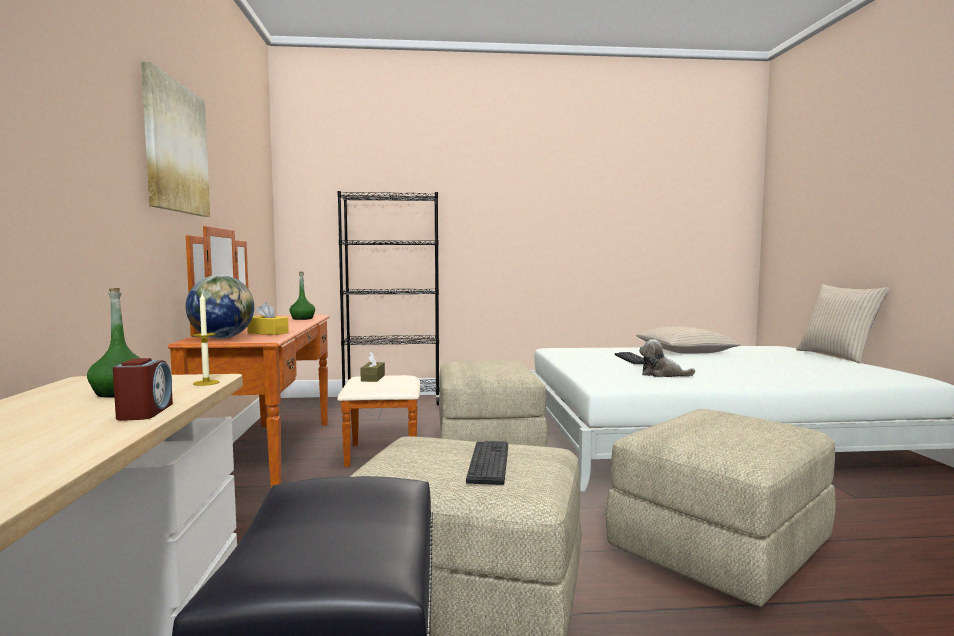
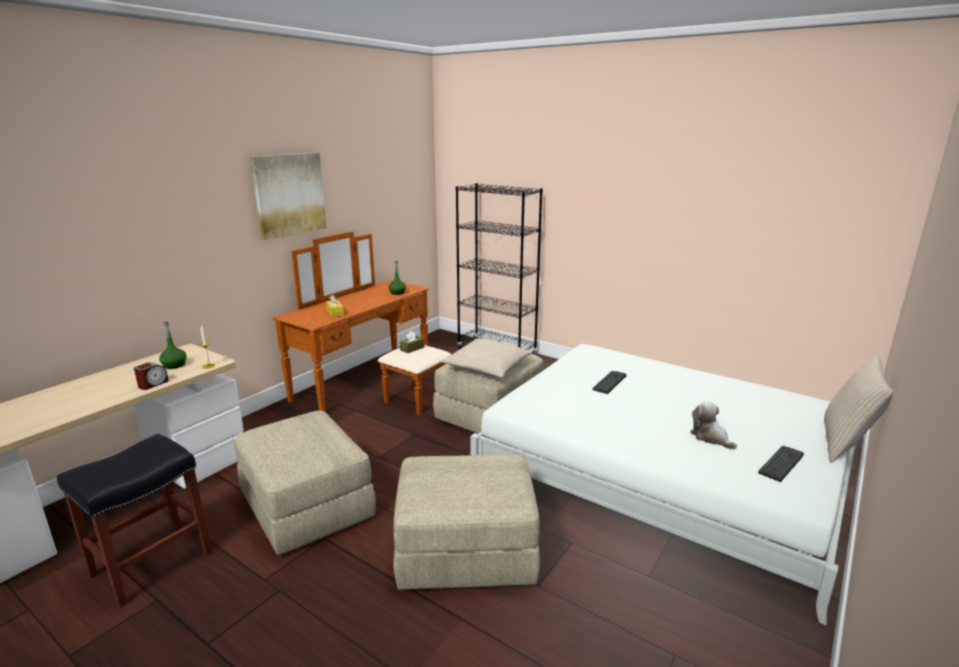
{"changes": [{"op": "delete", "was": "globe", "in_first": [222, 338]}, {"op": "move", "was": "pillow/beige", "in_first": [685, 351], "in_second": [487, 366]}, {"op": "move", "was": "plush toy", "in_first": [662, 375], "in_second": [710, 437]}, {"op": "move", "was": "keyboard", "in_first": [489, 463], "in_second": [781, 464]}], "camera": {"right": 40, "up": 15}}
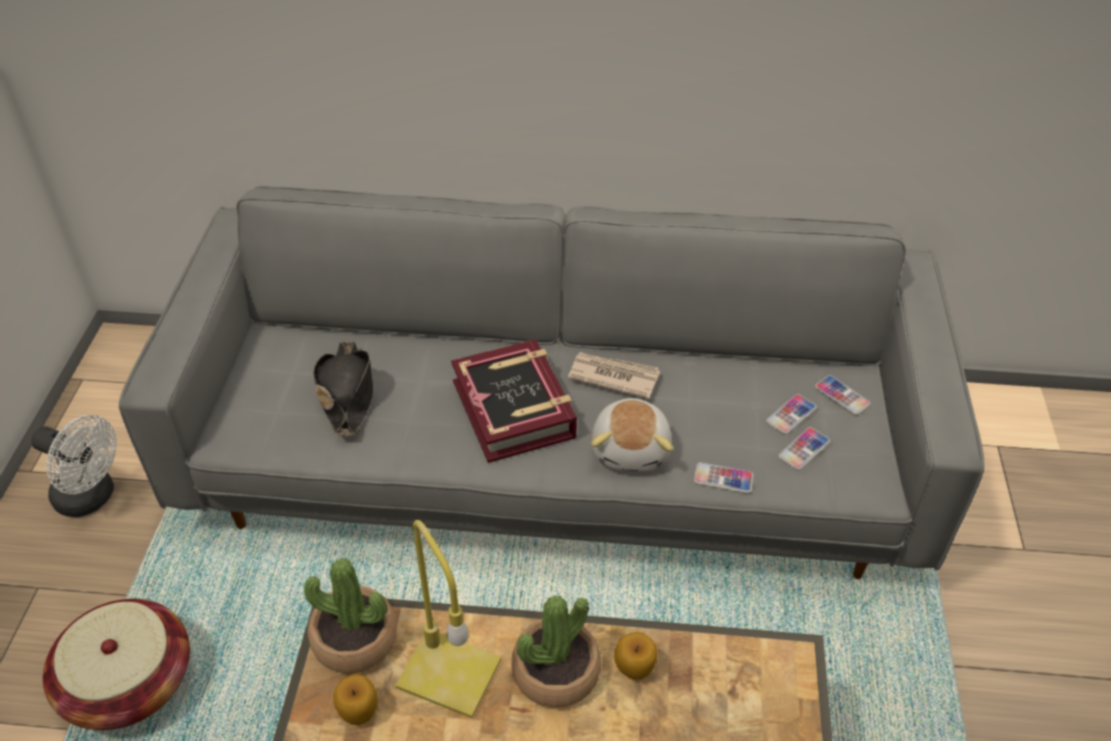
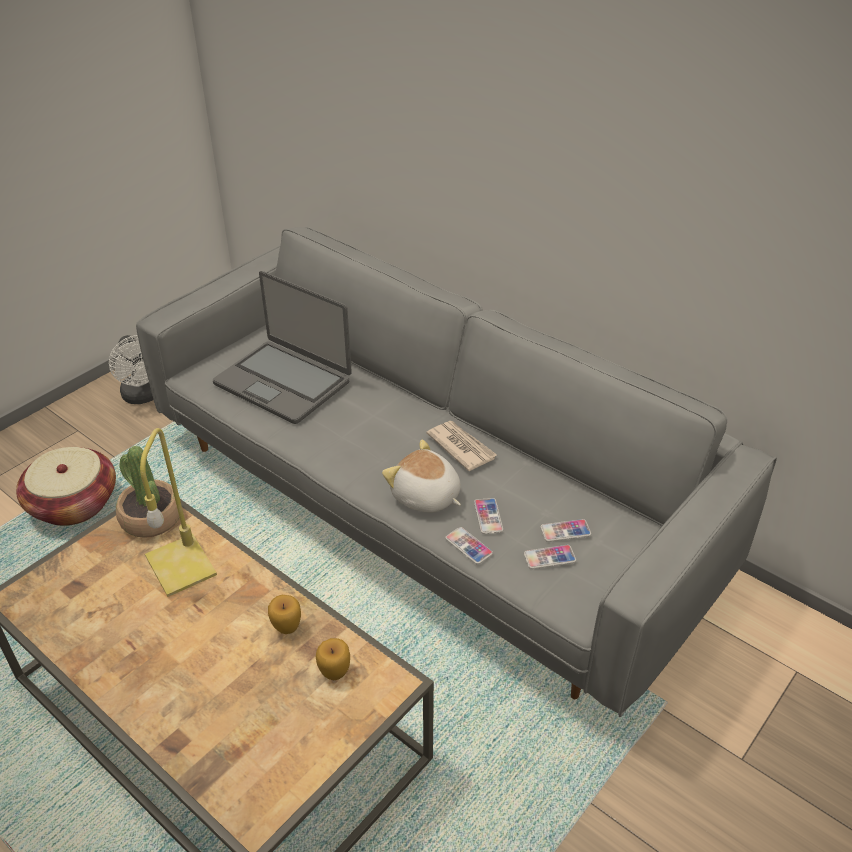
{"changes": [{"op": "delete", "was": "book", "in_first": [514, 409]}, {"op": "replace", "was": "hat/black", "now": "laptop", "in_first": [347, 394], "in_second": [283, 382]}, {"op": "move", "was": "phone", "in_first": [842, 396], "in_second": [488, 516]}, {"op": "rotate", "was": "plush toy", "in_first": [632, 449], "in_second": [425, 497], "clockwise": 90}, {"op": "delete", "was": "potted plant", "in_first": [556, 671]}, {"op": "move", "was": "apple", "in_first": [359, 713], "in_second": [334, 671]}], "camera": {"right": 35, "up": -5}}
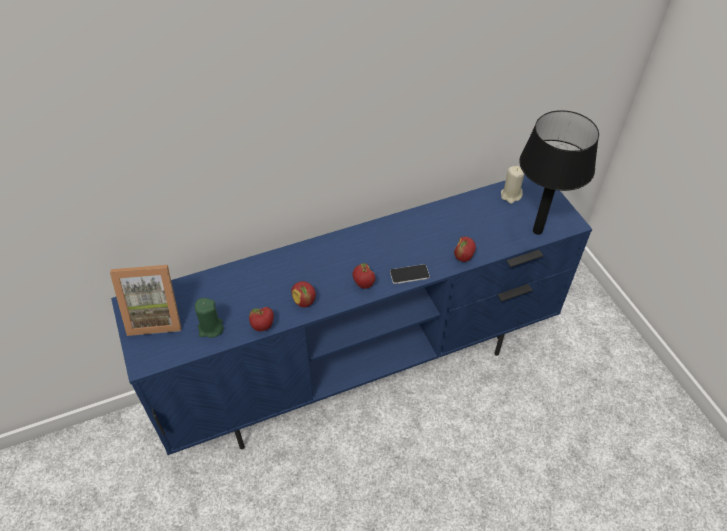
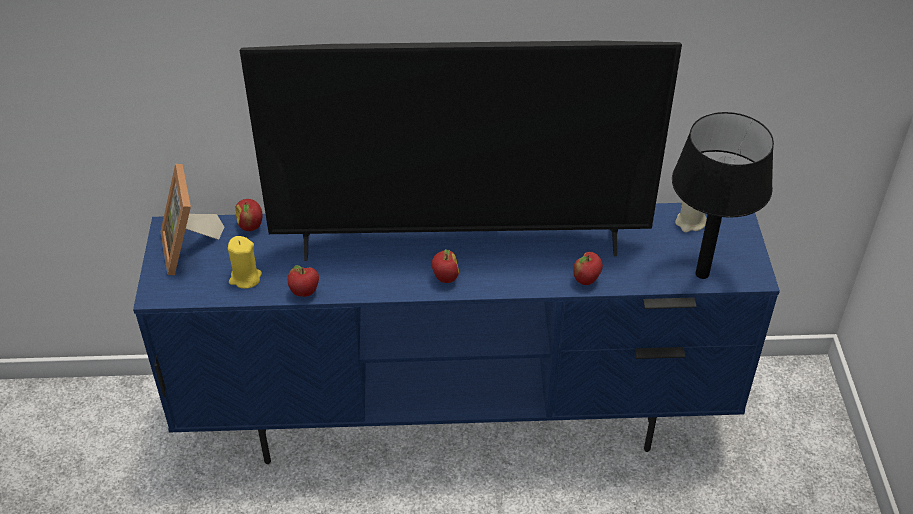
{"changes": [{"op": "delete", "was": "phone", "in_first": [409, 274]}, {"op": "rotate", "was": "picture frame", "in_first": [155, 316], "in_second": [191, 249], "clockwise": 60}, {"op": "move", "was": "apple", "in_first": [304, 302], "in_second": [251, 226]}, {"op": "recolor", "was": "candle/green", "now": "candle/yellow", "in_first": [210, 328], "in_second": [245, 278]}, {"op": "insert", "now": "television", "in_second": [460, 242]}], "camera": {"right": 20, "up": -5}}
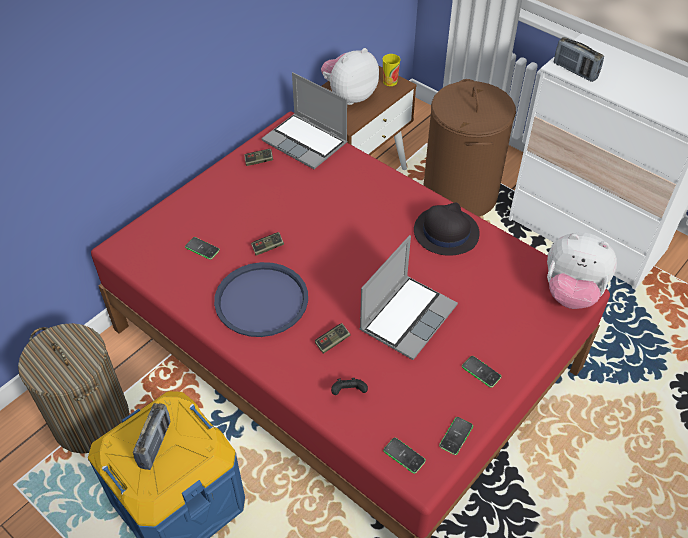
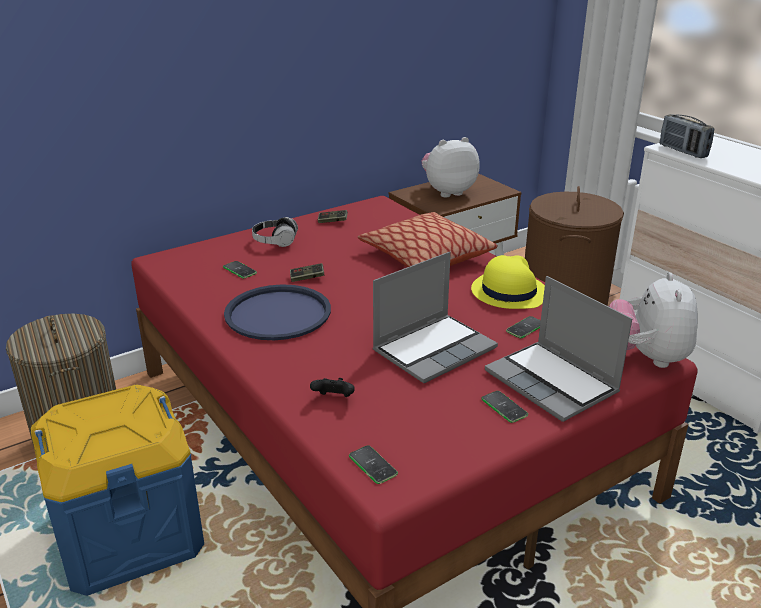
{"changes": [{"op": "delete", "was": "cup", "in_first": [390, 82]}, {"op": "move", "was": "laptop", "in_first": [306, 142], "in_second": [553, 382]}, {"op": "recolor", "was": "hat/black", "now": "hat/yellow", "in_first": [445, 232], "in_second": [508, 291]}, {"op": "rotate", "was": "plush toy", "in_first": [571, 292], "in_second": [645, 358], "clockwise": 60}, {"op": "delete", "was": "game controller", "in_first": [332, 342]}, {"op": "delete", "was": "radio", "in_first": [155, 444]}, {"op": "move", "was": "phone", "in_first": [456, 436], "in_second": [525, 328]}, {"op": "insert", "now": "pillow", "in_second": [426, 257]}, {"op": "insert", "now": "headphones", "in_second": [275, 242]}], "camera": {"right": 15, "up": -20}}
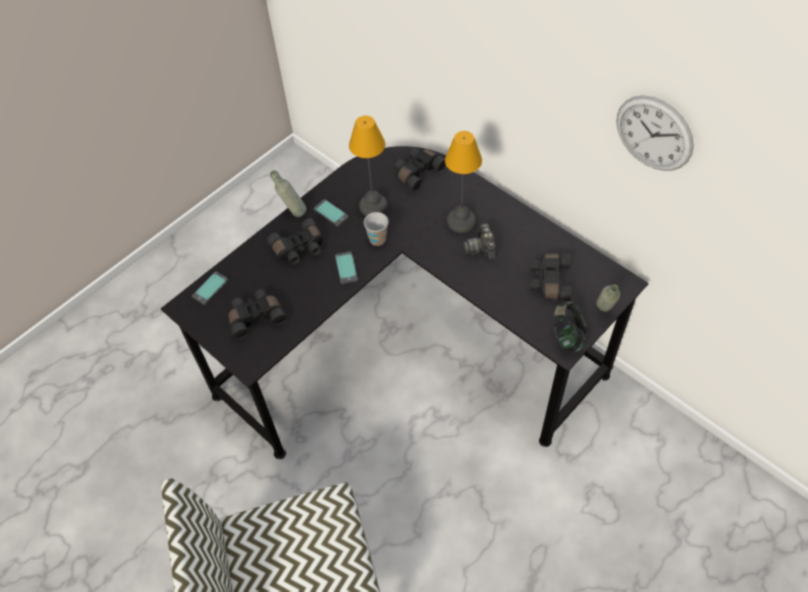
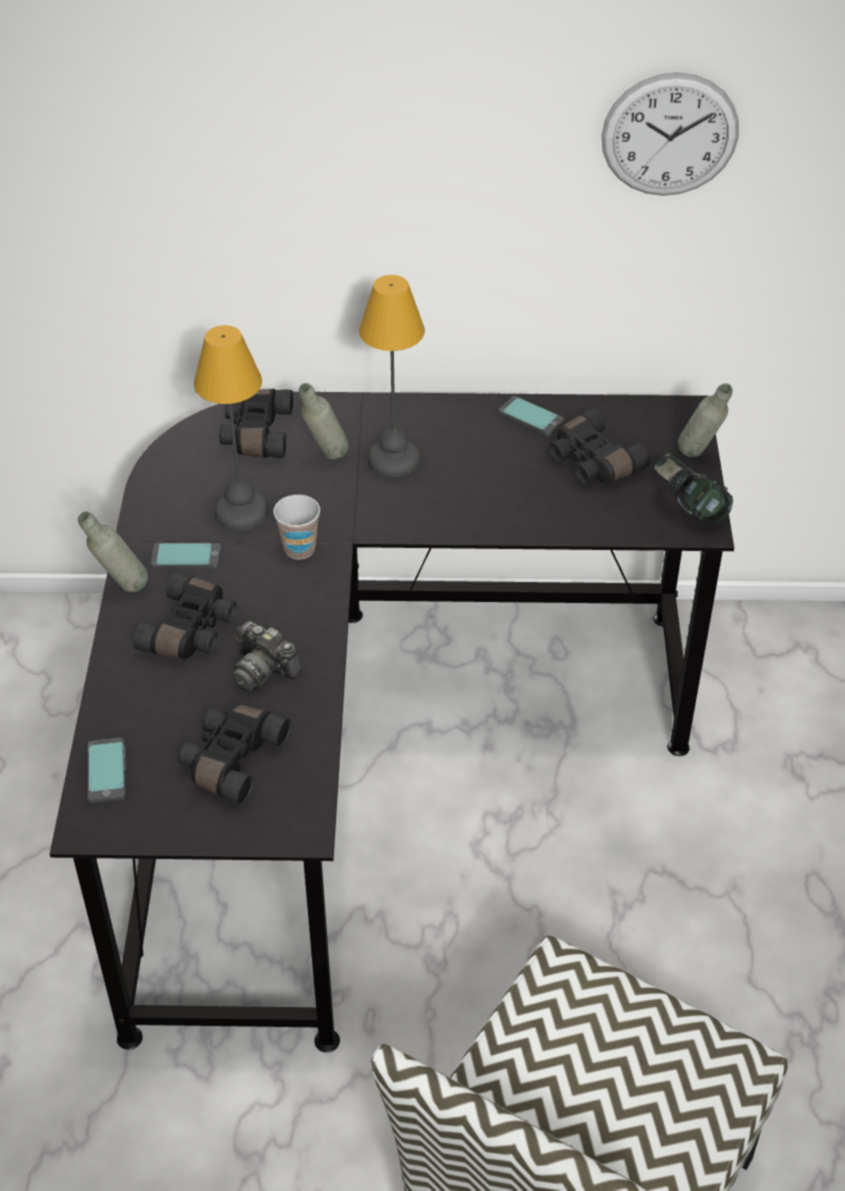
{"changes": [{"op": "move", "was": "photo camera", "in_first": [481, 248], "in_second": [262, 670]}, {"op": "move", "was": "phone", "in_first": [346, 268], "in_second": [531, 417]}, {"op": "insert", "now": "bottle/grey", "in_second": [325, 459]}], "camera": {"right": -45, "up": -10}}
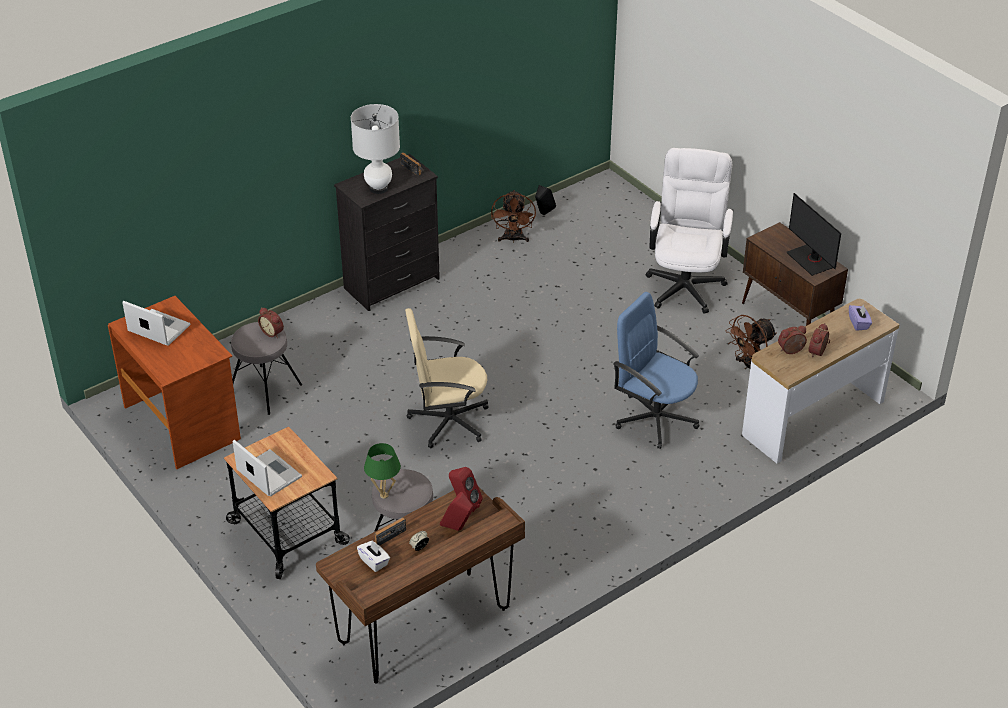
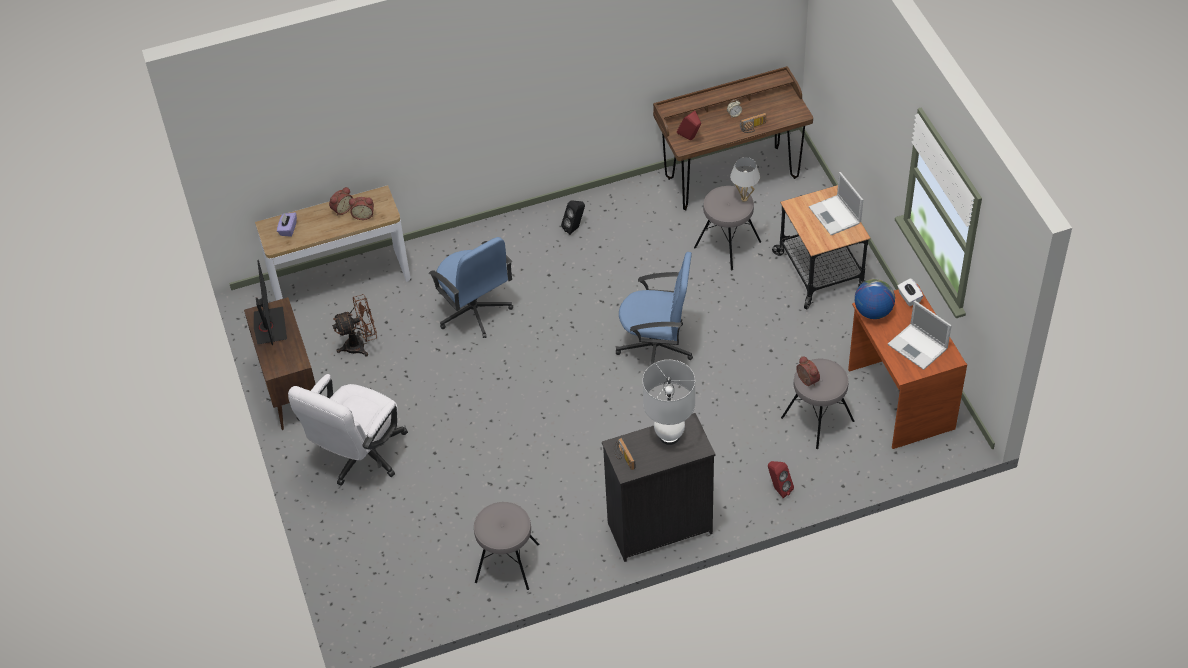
{"changes": [{"op": "move", "was": "speaker/black", "in_first": [543, 214], "in_second": [575, 228]}, {"op": "replace", "was": "fan/brown", "now": "stool/grey", "in_first": [513, 239], "in_second": [507, 563]}, {"op": "recolor", "was": "office chair/beige", "now": "office chair/blue", "in_first": [447, 421], "in_second": [656, 348]}, {"op": "recolor", "was": "table lamp/green", "now": "table lamp/white", "in_first": [384, 495], "in_second": [744, 199]}, {"op": "move", "was": "speaker/red", "in_first": [458, 529], "in_second": [778, 489]}, {"op": "move", "was": "tissue box/white", "in_first": [374, 561], "in_second": [909, 298]}, {"op": "insert", "now": "globe", "in_second": [873, 311]}], "camera": {"right": -160, "up": 10}}
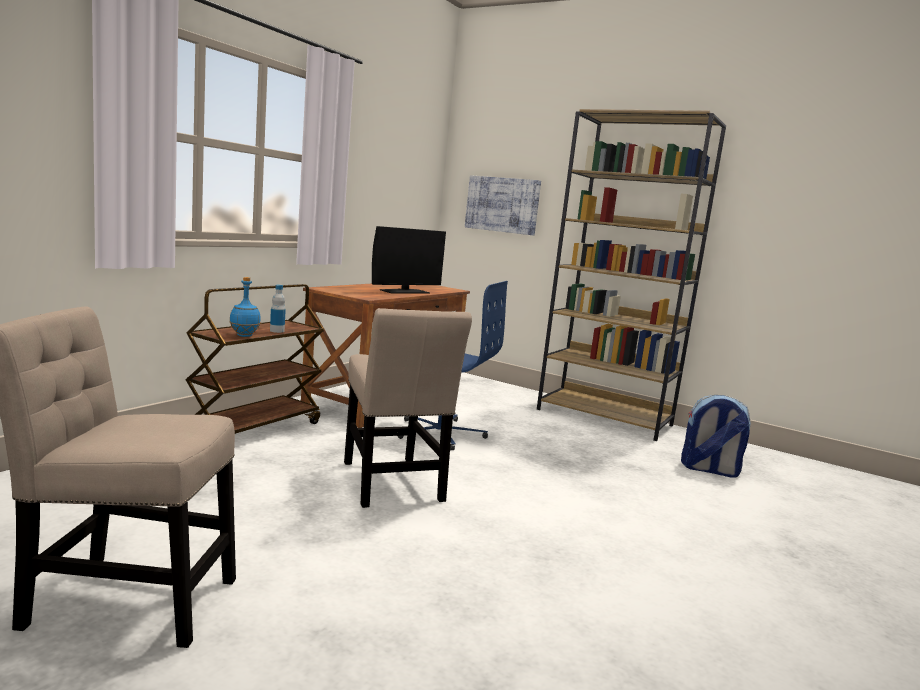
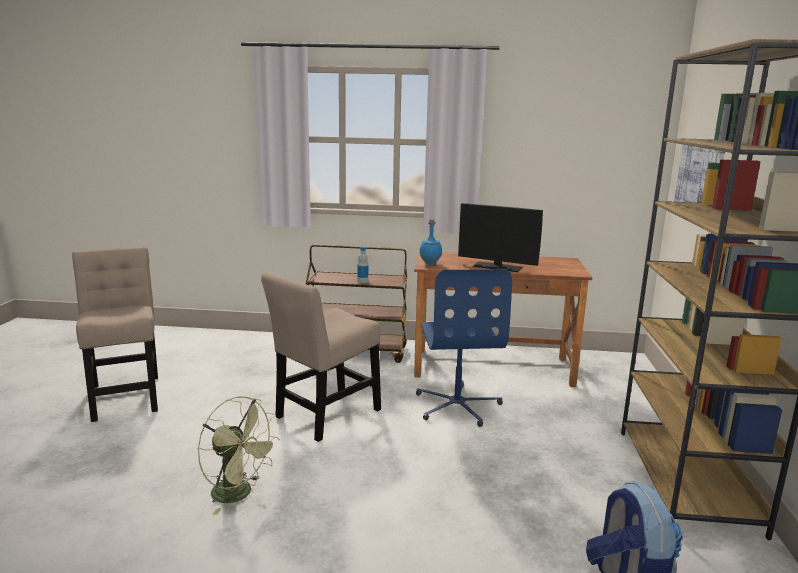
{"changes": [{"op": "move", "was": "bottle/blue", "in_first": [244, 335], "in_second": [430, 263]}, {"op": "insert", "now": "fan/green", "in_second": [239, 494]}], "camera": {"right": 65, "up": 5}}
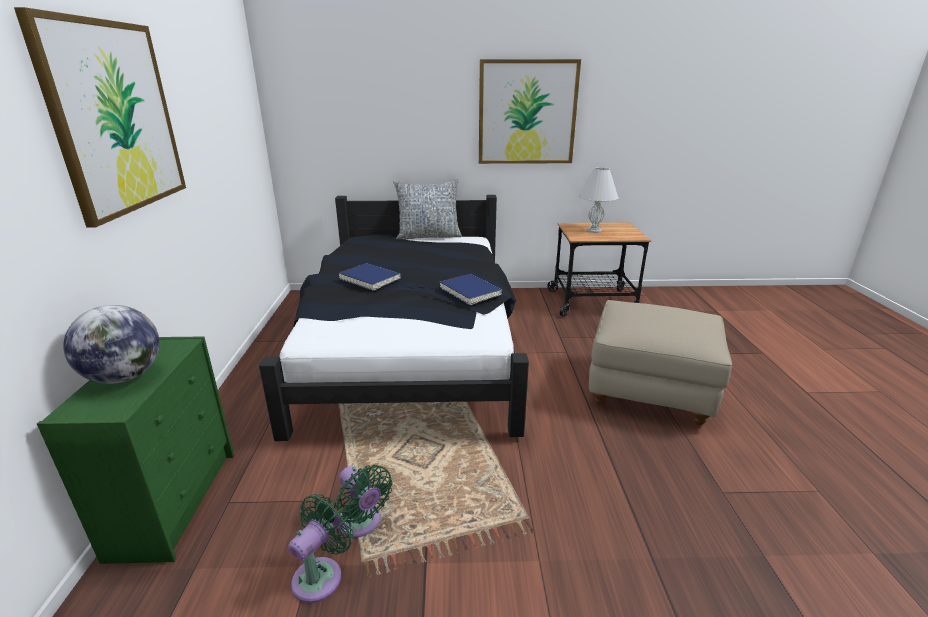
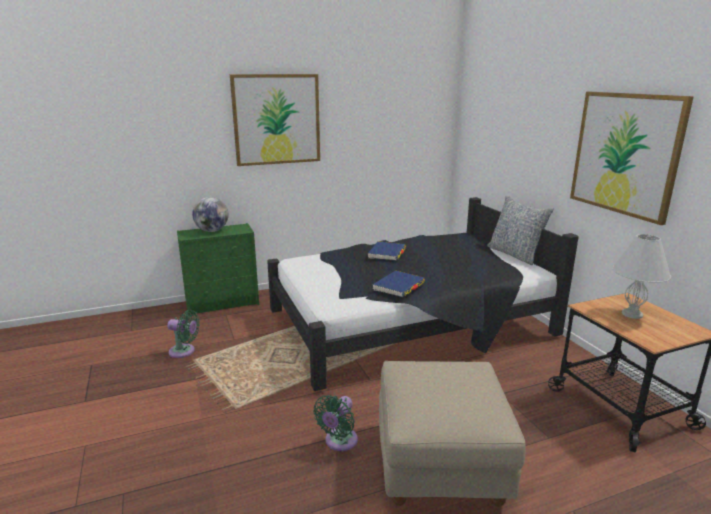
{"changes": [{"op": "move", "was": "fan/green", "in_first": [362, 524], "in_second": [339, 442]}], "camera": {"right": 70, "up": -5}}
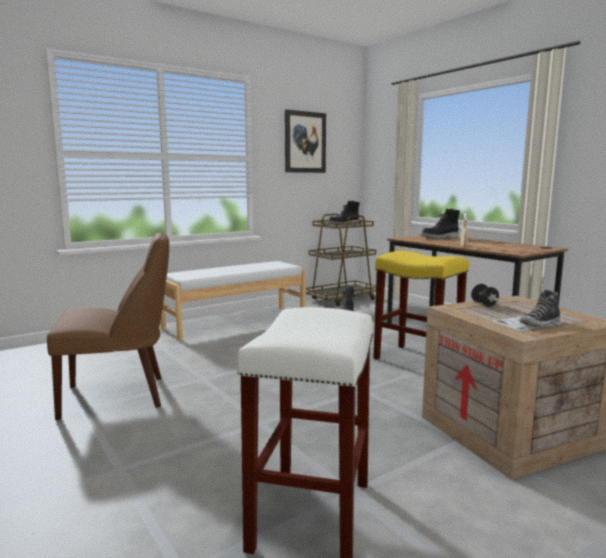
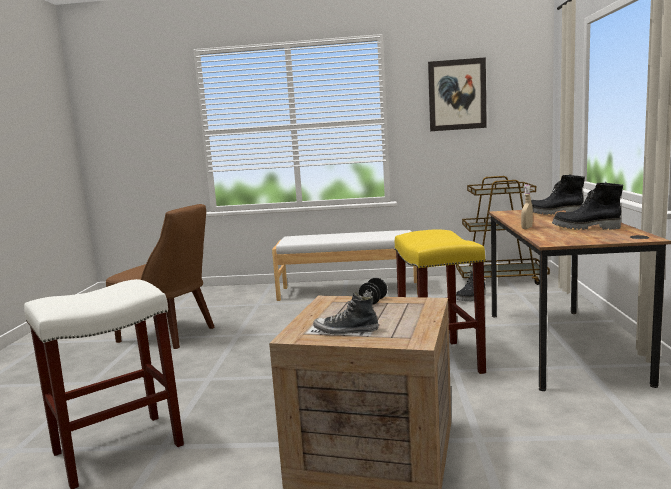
{"changes": [{"op": "move", "was": "boot/black", "in_first": [343, 225], "in_second": [586, 228]}], "camera": {"right": 40, "up": 0}}
